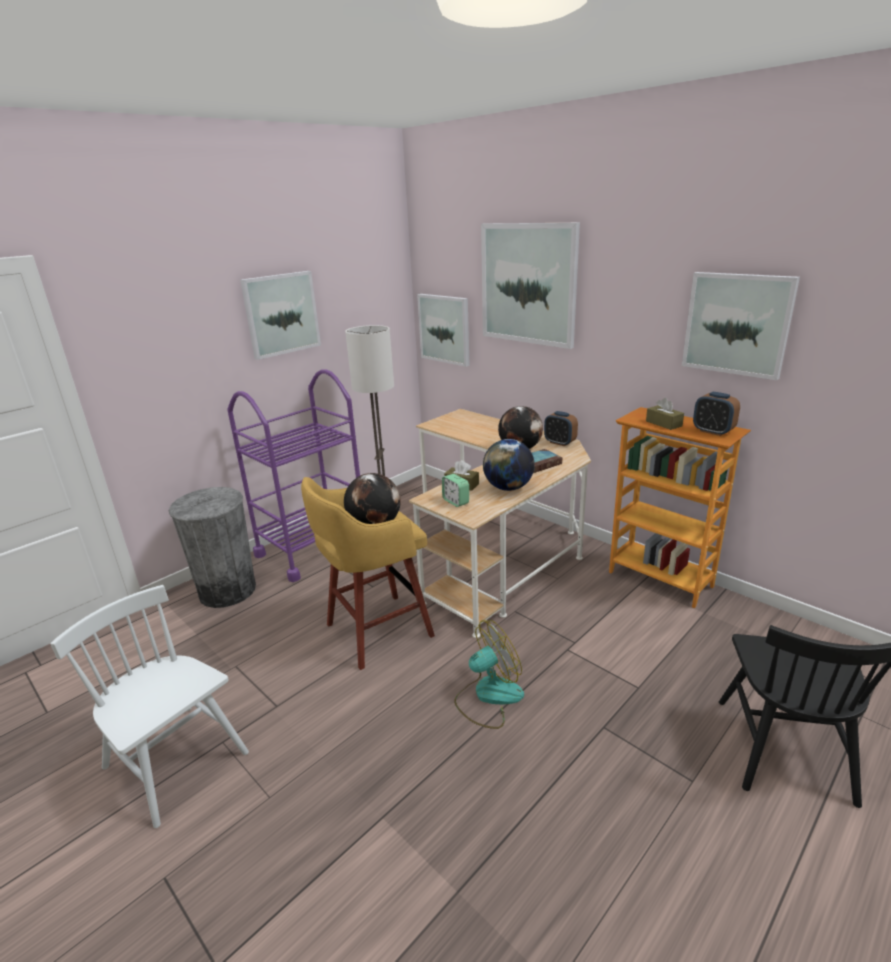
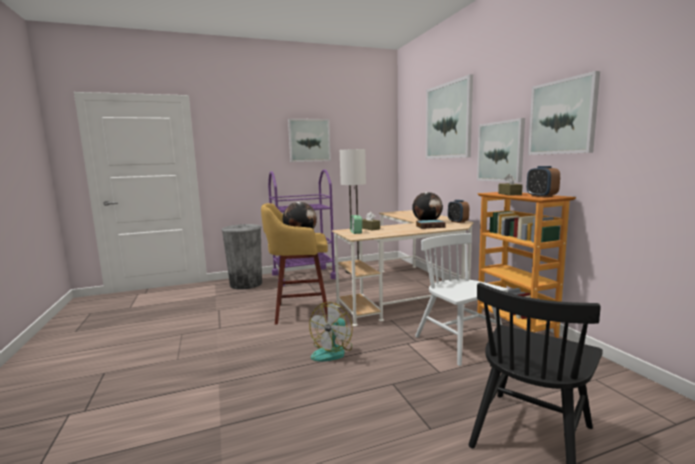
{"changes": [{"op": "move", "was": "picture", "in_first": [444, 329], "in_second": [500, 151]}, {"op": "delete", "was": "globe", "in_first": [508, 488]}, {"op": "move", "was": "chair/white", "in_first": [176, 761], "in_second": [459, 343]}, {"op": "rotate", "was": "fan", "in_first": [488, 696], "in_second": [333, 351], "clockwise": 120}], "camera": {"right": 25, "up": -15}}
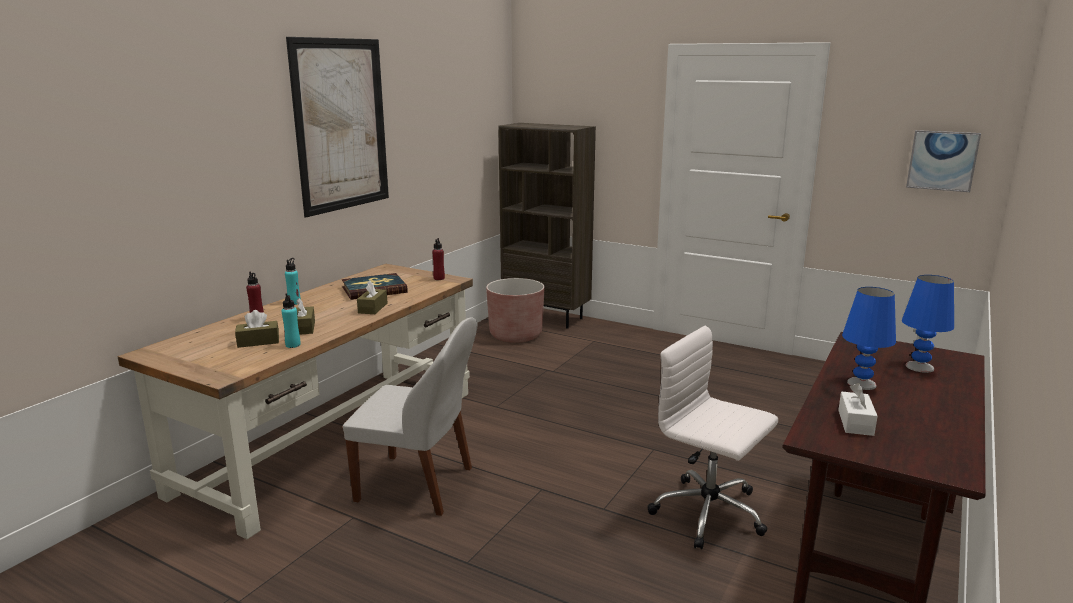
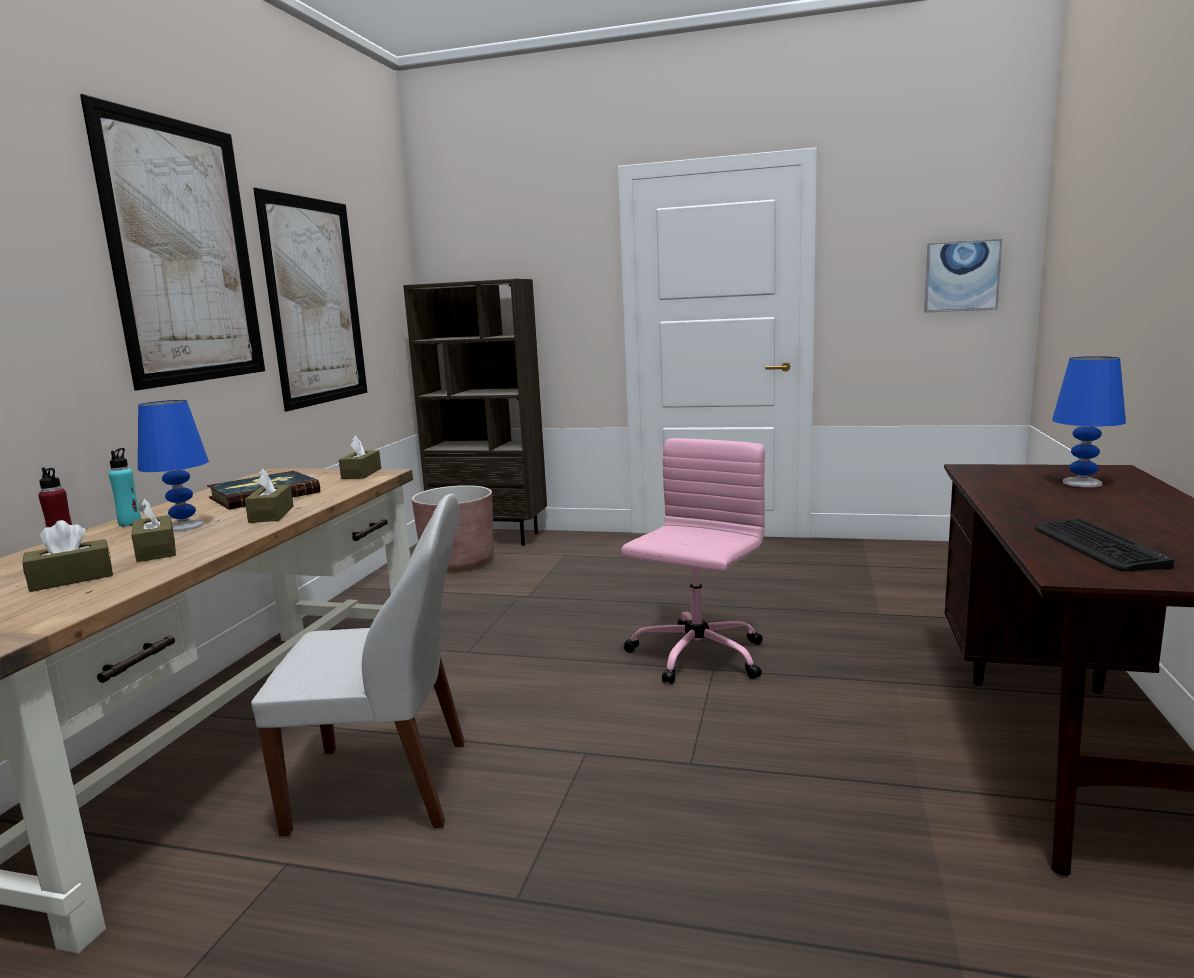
{"changes": [{"op": "replace", "was": "bottle/red", "now": "tissue box/brown", "in_first": [439, 278], "in_second": [361, 473]}, {"op": "move", "was": "table lamp/blue", "in_first": [861, 383], "in_second": [185, 526]}, {"op": "delete", "was": "bottle/turquoise", "in_first": [293, 345]}, {"op": "delete", "was": "office chair/white", "in_first": [710, 514]}, {"op": "replace", "was": "tissue box/white", "now": "keyboard", "in_first": [855, 422], "in_second": [1097, 546]}, {"op": "insert", "now": "picture", "in_second": [315, 302]}, {"op": "insert", "now": "office chair/pink", "in_second": [696, 656]}], "camera": {"right": -15, "up": -5}}
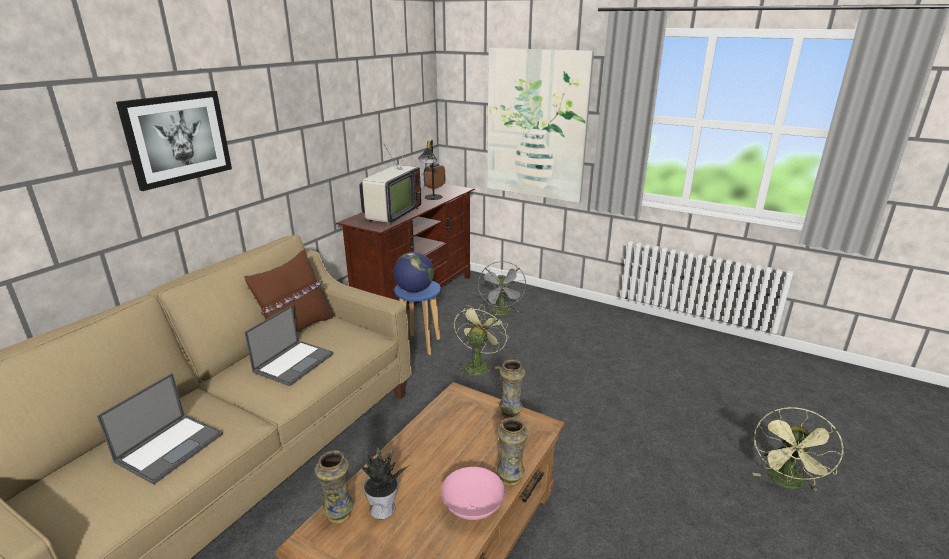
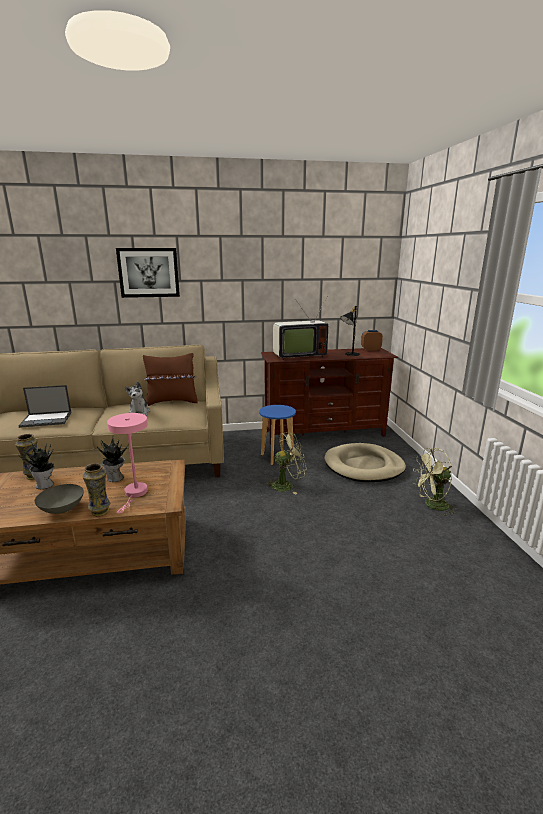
{"changes": [{"op": "delete", "was": "picture", "in_first": [536, 125]}, {"op": "delete", "was": "globe", "in_first": [414, 290]}, {"op": "replace", "was": "fan/grey", "now": "dog bed/beige", "in_first": [502, 313], "in_second": [364, 466]}, {"op": "replace", "was": "laptop", "now": "plush toy", "in_first": [294, 362], "in_second": [139, 412]}, {"op": "delete", "was": "vase", "in_first": [511, 413]}, {"op": "move", "was": "fan/green", "in_first": [786, 483], "in_second": [432, 506]}, {"op": "recolor", "was": "bowl/pink", "now": "bowl/grey", "in_first": [473, 507], "in_second": [63, 509]}, {"op": "insert", "now": "table lamp/pink", "in_second": [135, 494]}, {"op": "insert", "now": "potted plant", "in_second": [116, 478]}], "camera": {"right": 50, "up": -5}}
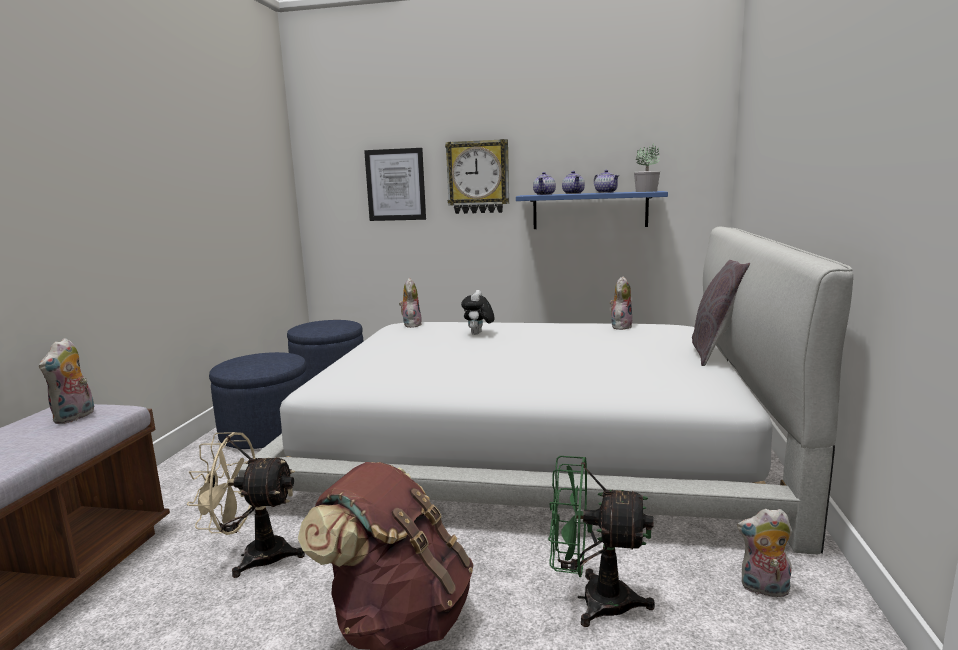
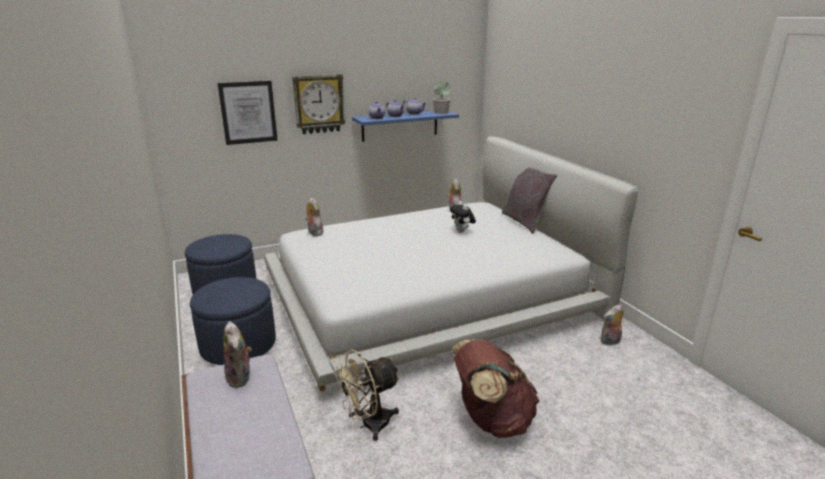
{"changes": [{"op": "move", "was": "plush toy", "in_first": [478, 334], "in_second": [462, 231]}, {"op": "delete", "was": "fan/green", "in_first": [593, 600]}], "camera": {"right": -35, "up": 10}}
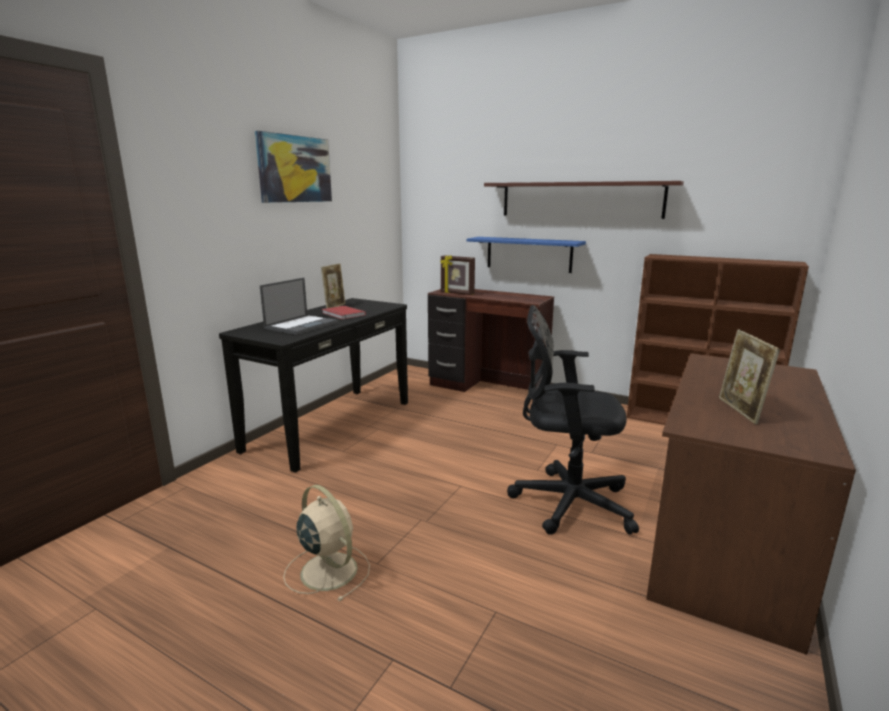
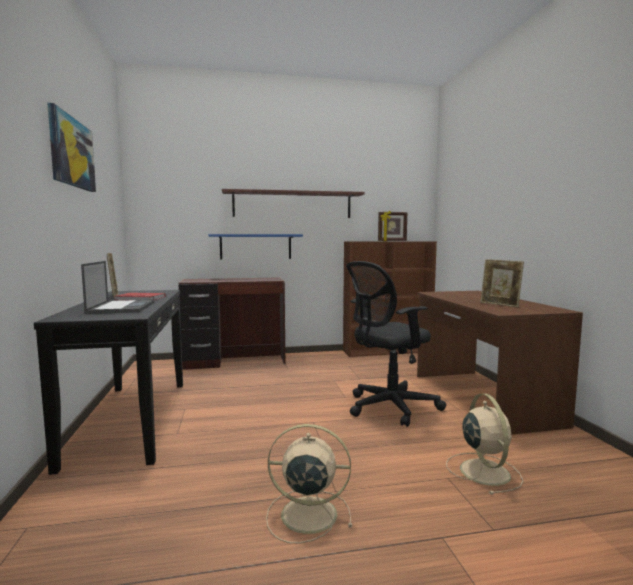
{"changes": [{"op": "move", "was": "picture frame", "in_first": [457, 293], "in_second": [392, 241]}, {"op": "insert", "now": "fan/beige", "in_second": [483, 471]}], "camera": {"right": -40, "up": -10}}
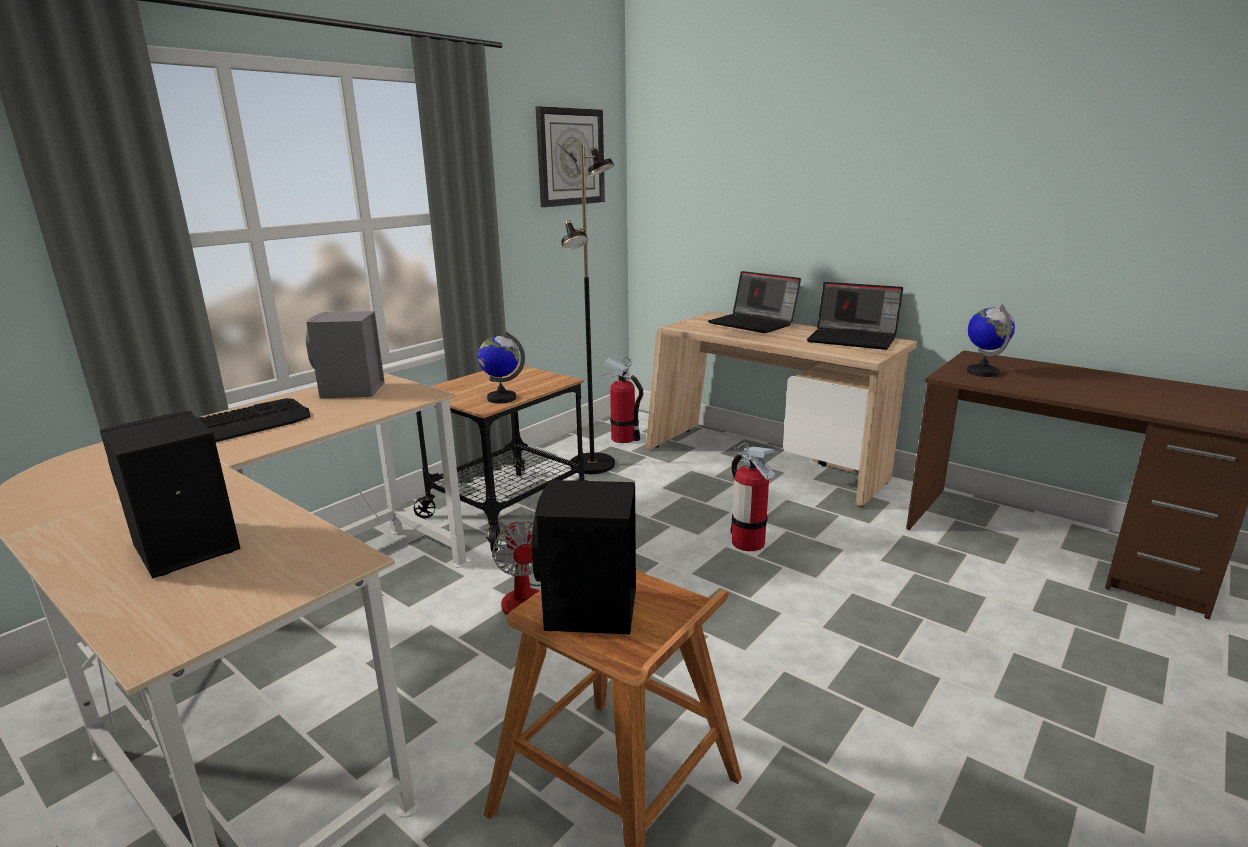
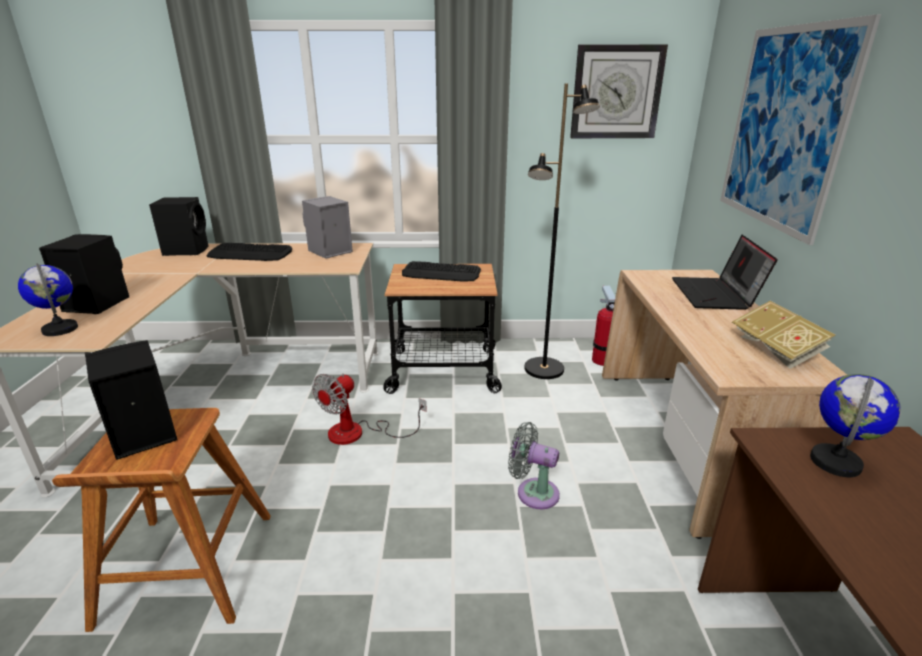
{"changes": [{"op": "replace", "was": "laptop", "now": "book", "in_first": [853, 339], "in_second": [776, 350]}, {"op": "move", "was": "globe", "in_first": [501, 398], "in_second": [60, 329]}, {"op": "replace", "was": "fire extinguisher", "now": "fan/grey", "in_first": [747, 542], "in_second": [533, 492]}, {"op": "insert", "now": "picture", "in_second": [783, 129]}, {"op": "insert", "now": "speaker/black", "in_second": [187, 250]}, {"op": "insert", "now": "keyboard", "in_second": [441, 273]}], "camera": {"right": 50, "up": 5}}
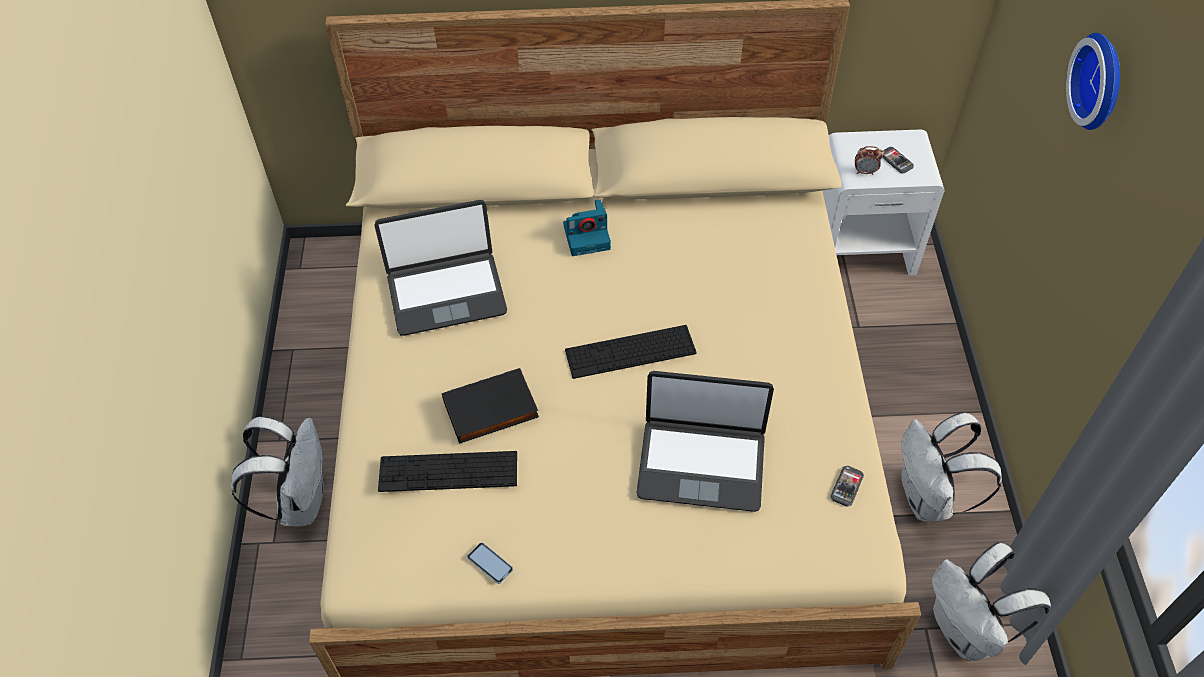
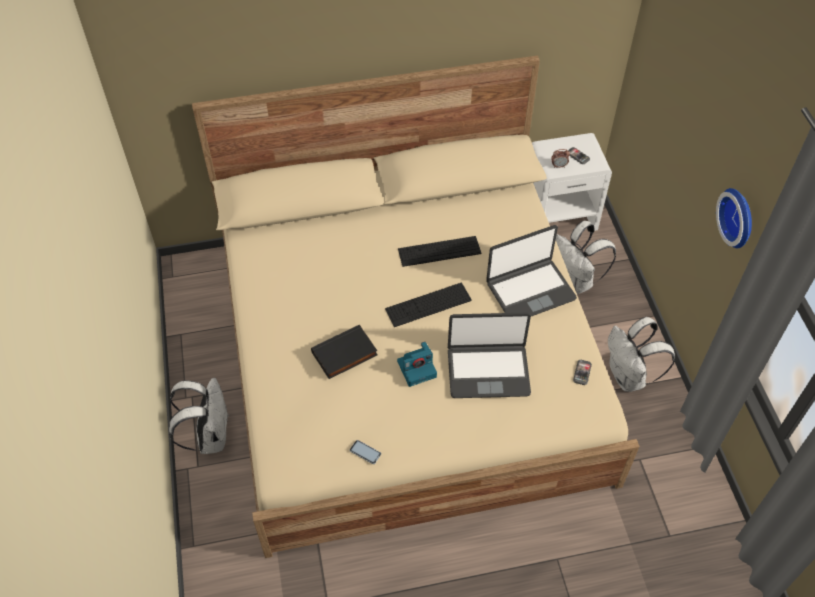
{"changes": [{"op": "move", "was": "wall clock", "in_first": [1101, 81], "in_second": [739, 217]}, {"op": "move", "was": "laptop", "in_first": [446, 293], "in_second": [530, 290]}, {"op": "move", "was": "photo camera", "in_first": [587, 236], "in_second": [417, 368]}, {"op": "move", "was": "keyboard", "in_first": [448, 471], "in_second": [439, 251]}, {"op": "move", "was": "backpack/white", "in_first": [966, 631], "in_second": [575, 281]}], "camera": {"right": -10, "up": 0}}
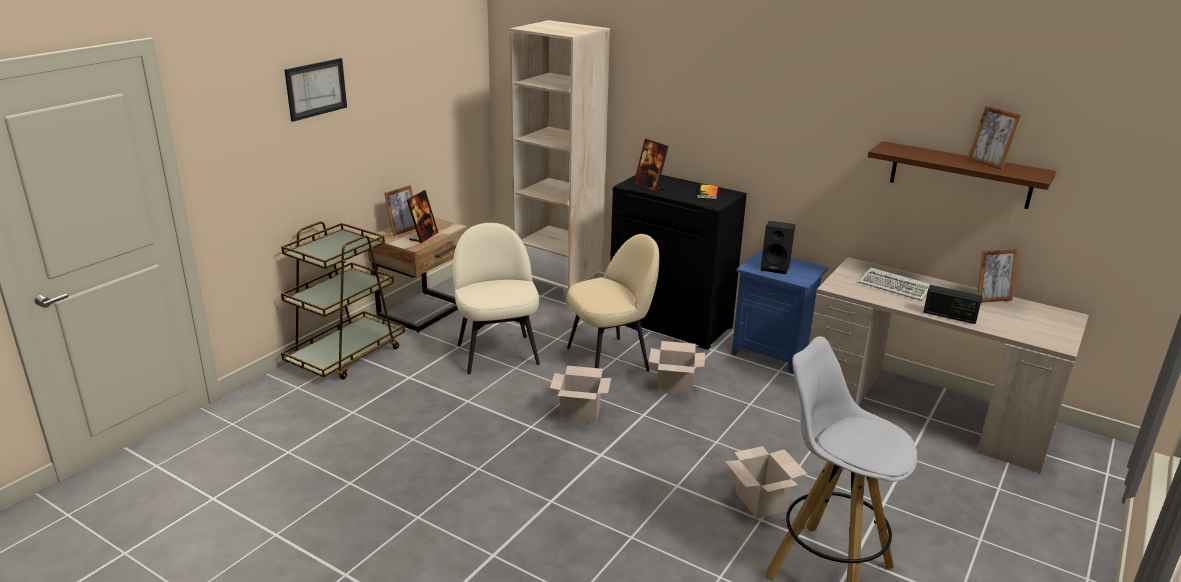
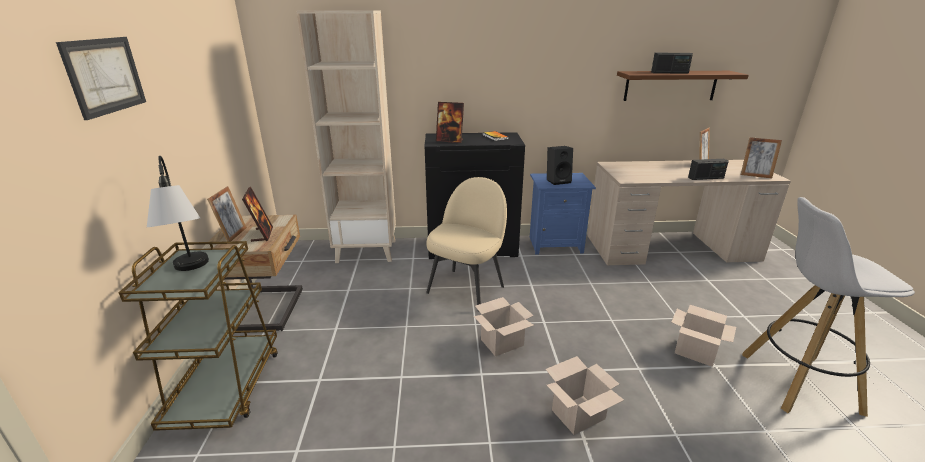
{"changes": [{"op": "move", "was": "picture frame", "in_first": [987, 164], "in_second": [755, 175]}, {"op": "delete", "was": "chair/beige", "in_first": [497, 353]}, {"op": "delete", "was": "keyboard", "in_first": [896, 287]}, {"op": "move", "was": "cardboard box", "in_first": [673, 387], "in_second": [578, 415]}, {"op": "insert", "now": "radio", "in_second": [669, 72]}, {"op": "insert", "now": "table lamp", "in_second": [191, 273]}], "camera": {"right": -35, "up": 0}}
